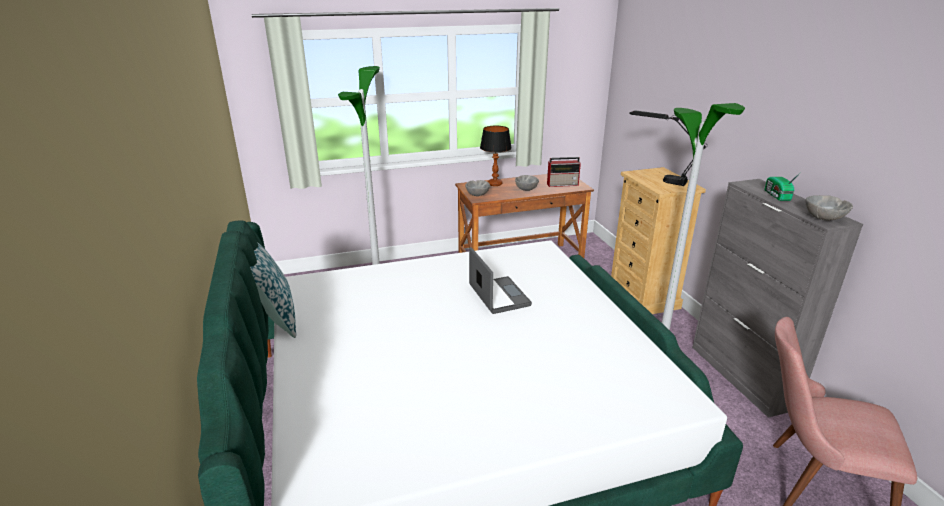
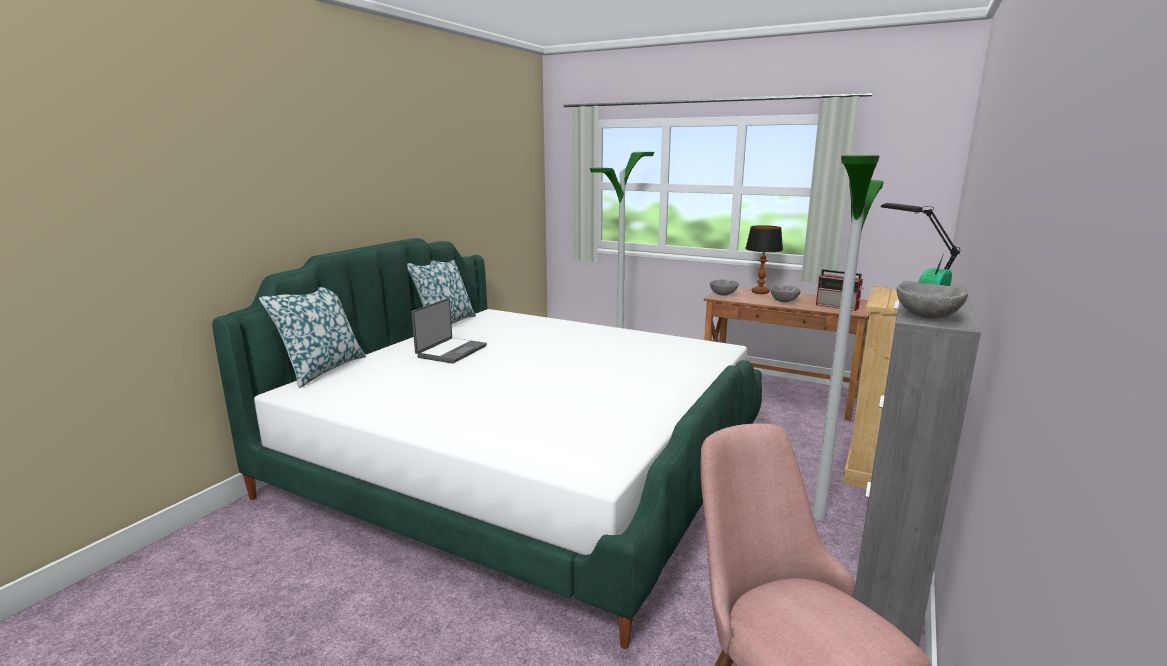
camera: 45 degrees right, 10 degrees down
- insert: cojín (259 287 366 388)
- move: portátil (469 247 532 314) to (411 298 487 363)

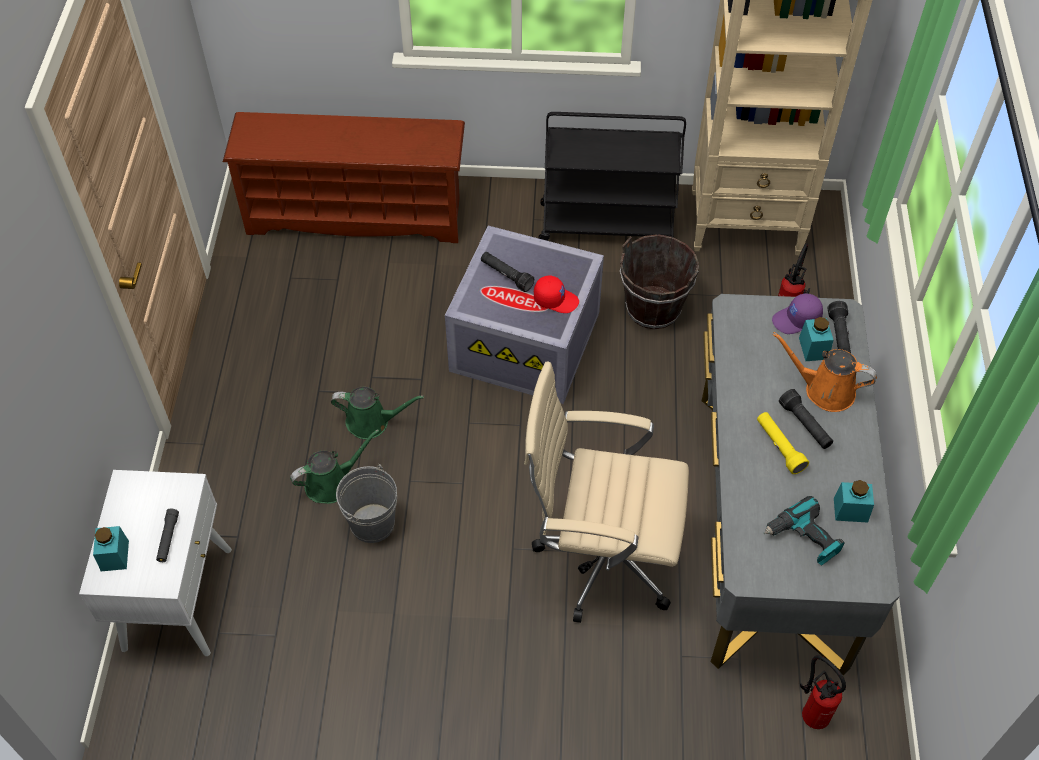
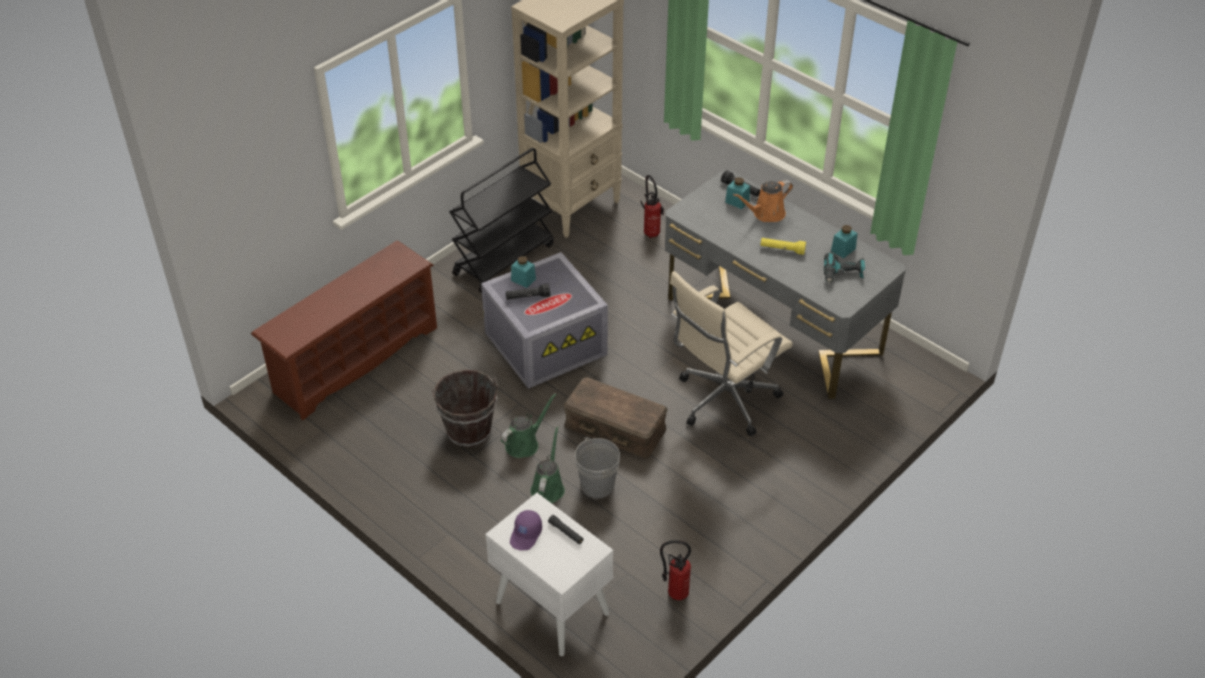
camera: 50 degrees left, 10 degrees down
- move: cubo [marrón] (620 234 699 330) to (432 370 498 447)
- move: gorra [morado] (772 293 823 334) to (510 510 542 550)
- move: tarro [turquesa] (93 526 129 571) to (511 256 536 288)
- insert: caja de almacenaje [marrón] (564 377 668 458)
- move: extintor (800 655 846 729) to (660 540 691 600)
- delete: gorra [rojo] (534 276 579 313)
- delete: linterna [negro] (779 389 833 449)

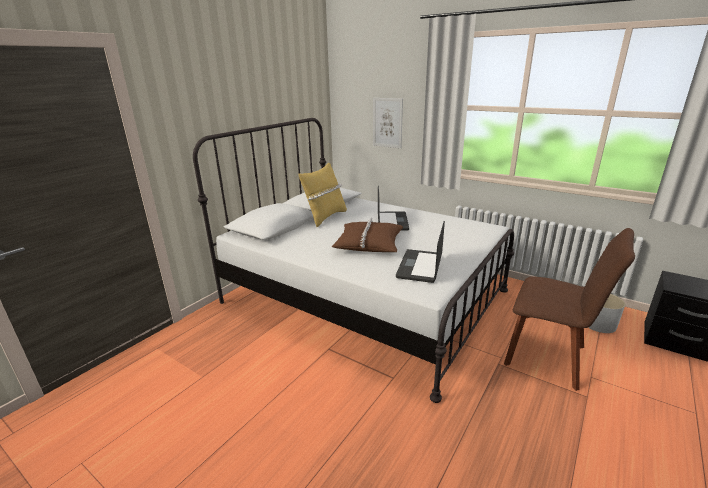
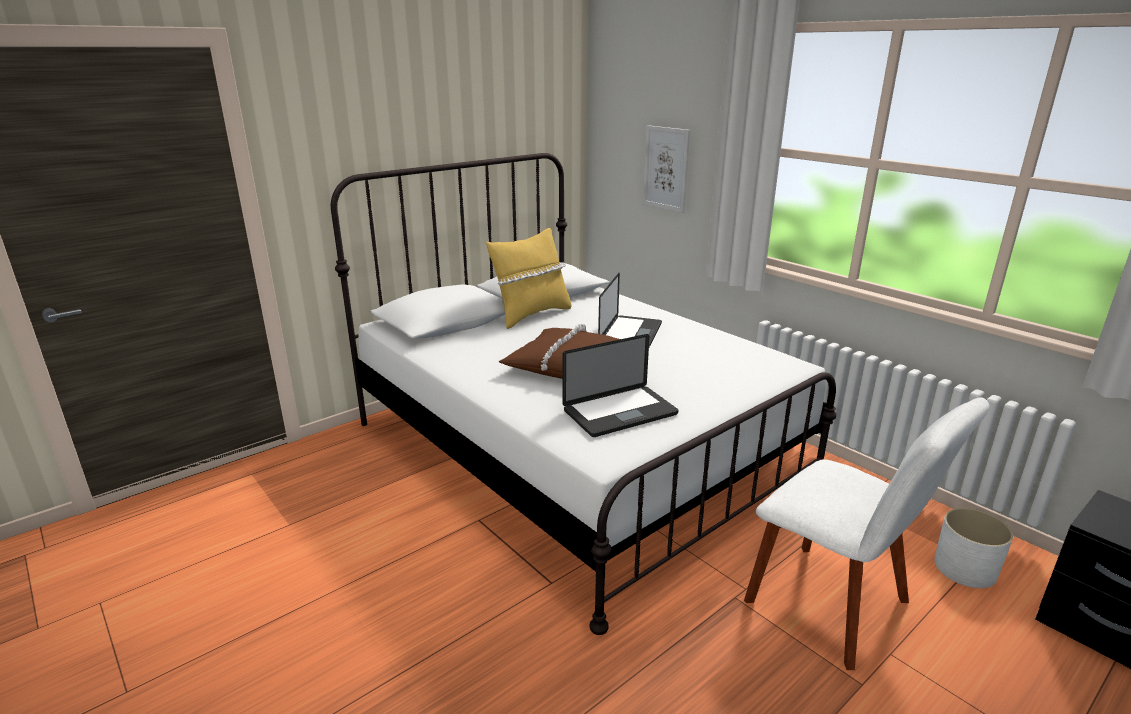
camera: 15 degrees right, 0 degrees up
- rotate: portátil (396 221 445 283) = (562 334 678 437) 150 degrees counterclockwise
- recolor: silla [marrón] (504 228 635 391) to silla [blanco] (744 397 989 670)

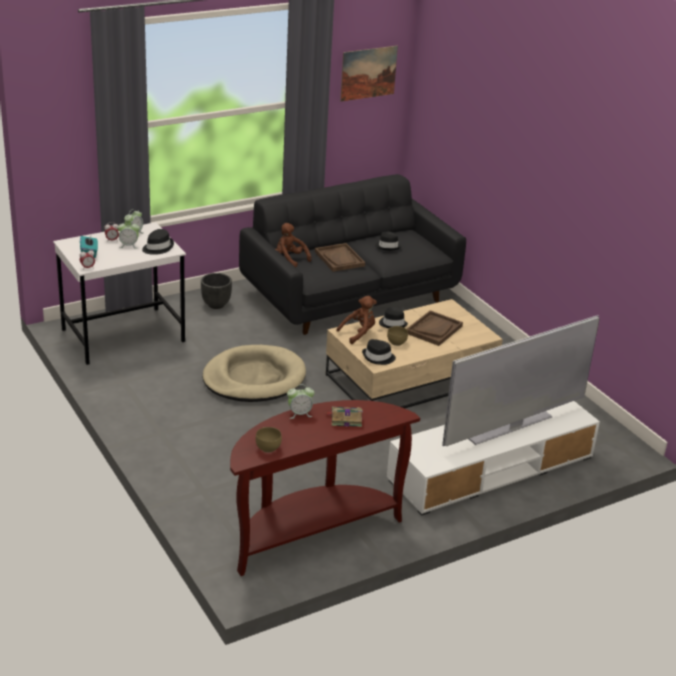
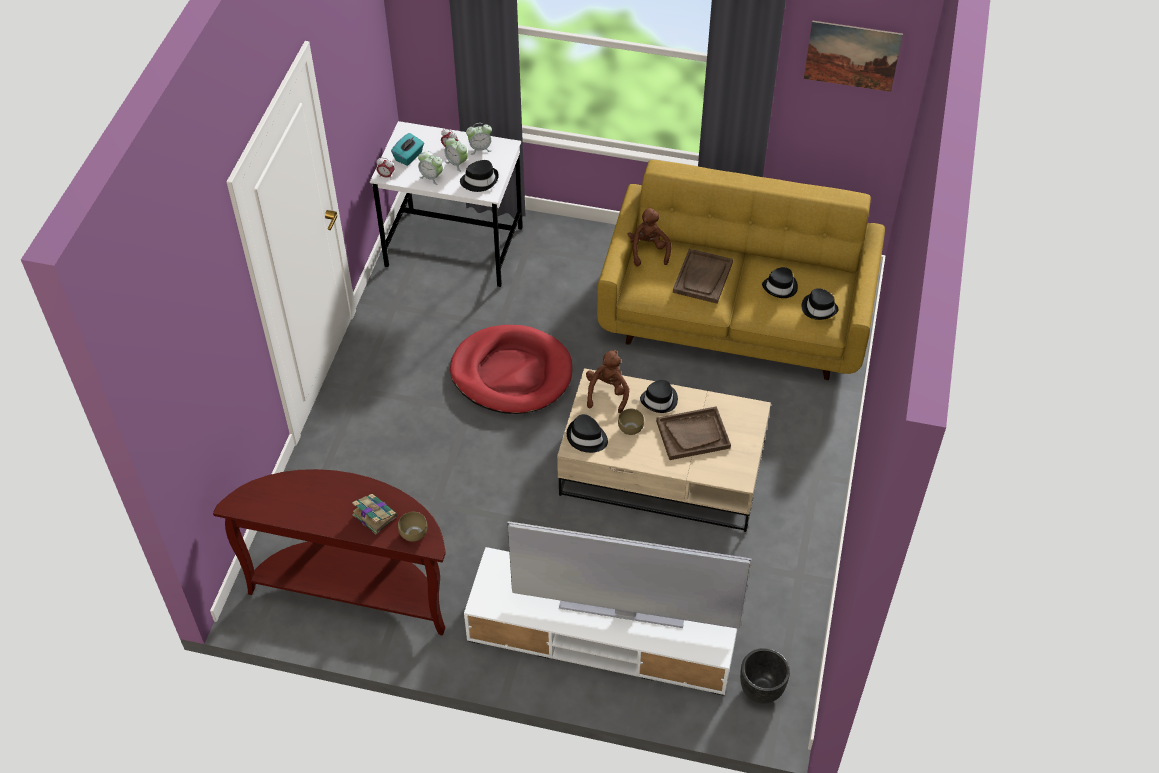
camera: 45 degrees right, 20 degrees up
- move: cuenco [marrón] (256 427 282 453) to (398 512 428 542)
- move: despertador (287 385 314 419) to (418 151 443 185)
- recolor: cama para perro [beis] (203 345 306 402) to cama para perro [rojo] (450 325 572 414)
- rotate: peluche [marrón] (336 296 377 344) = (586 350 629 413) 90 degrees counterclockwise
- recolor: sofá [negro] (239 174 466 335) to sofá [amarillo] (597 160 885 380)
- move: maceta [negro] (201 273 232 309) to (740 648 790 704)
- insert: sombrero [negro] (802 288 838 320)

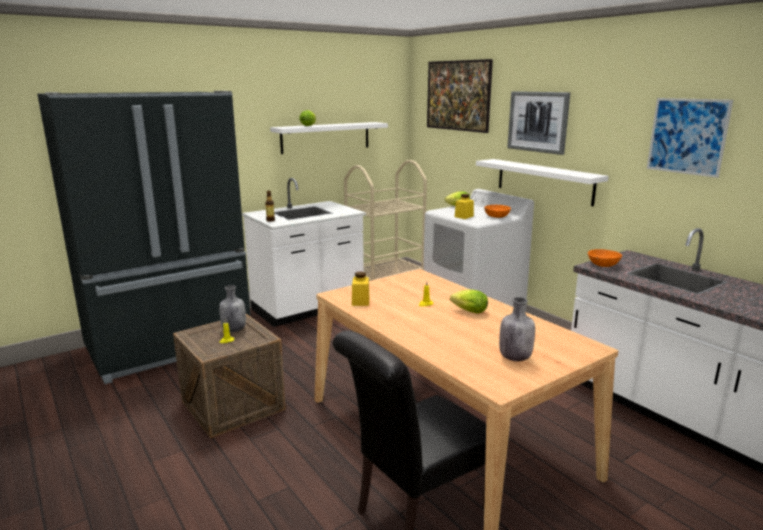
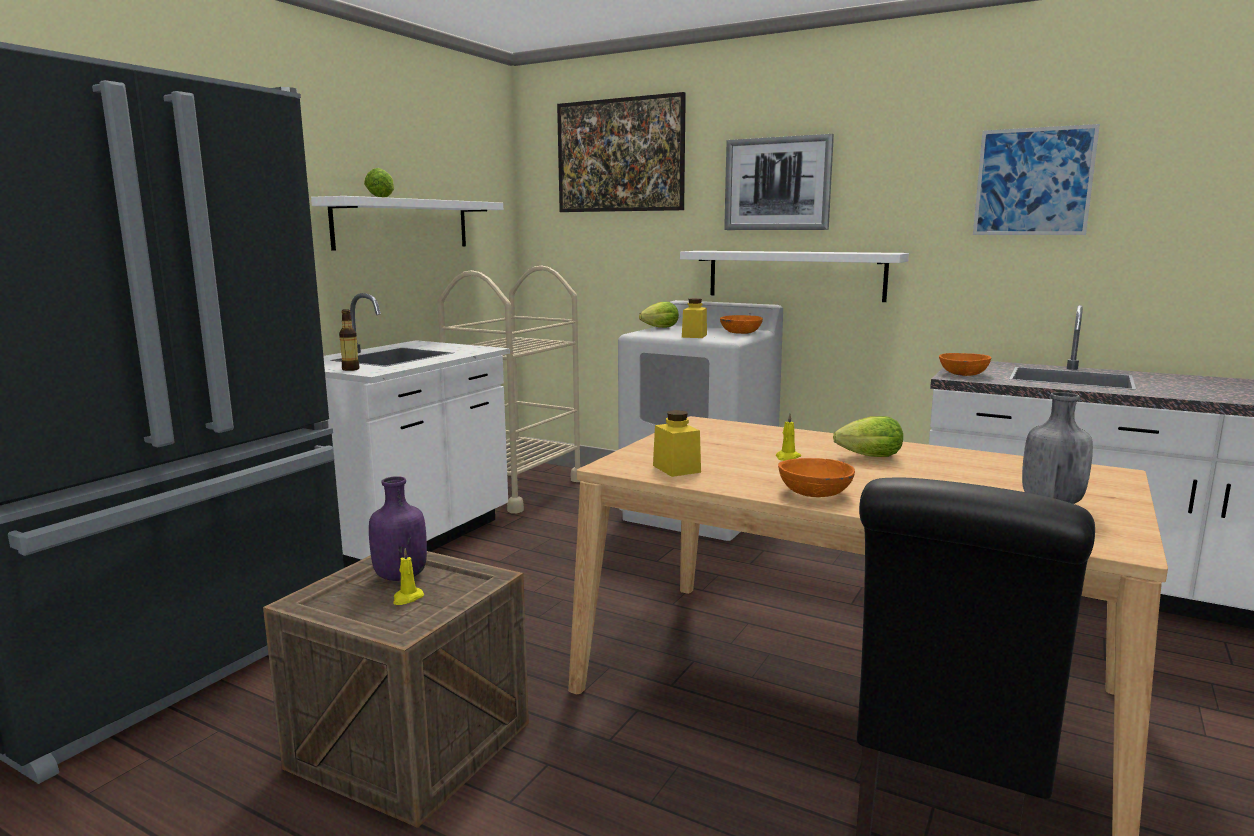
camera: 25 degrees left, 5 degrees down
- recolor: botella [gris] (219 285 246 332) to botella [morado] (369 476 427 581)
- insert: cuenco [naranja] (778 458 855 497)

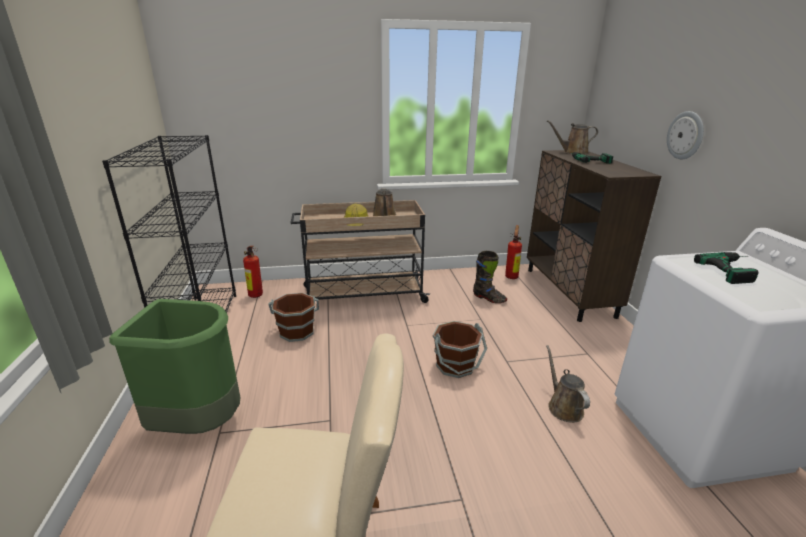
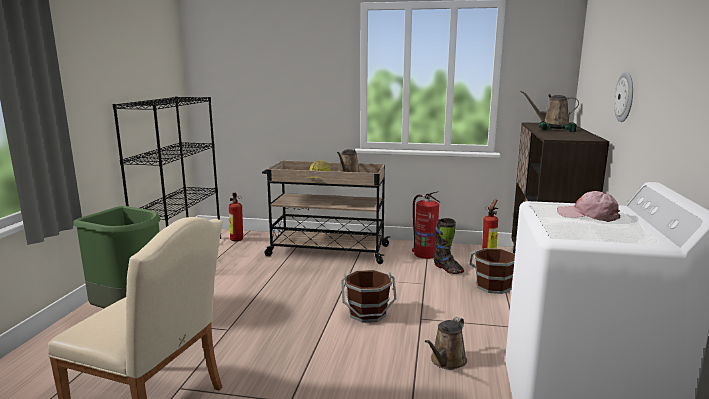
camera: 20 degrees right, 10 degrees down
- insert: extintor (412 191 441 259)
- rotate: regadera [marrón] (546 345 590 423) = (425 317 467 370) 150 degrees counterclockwise
- move: cubo [marrón] (269 293 319 342) to (470 248 515 294)
- replace: taladro (694 252 759 284) to gorra [rosa] (557 191 620 222)

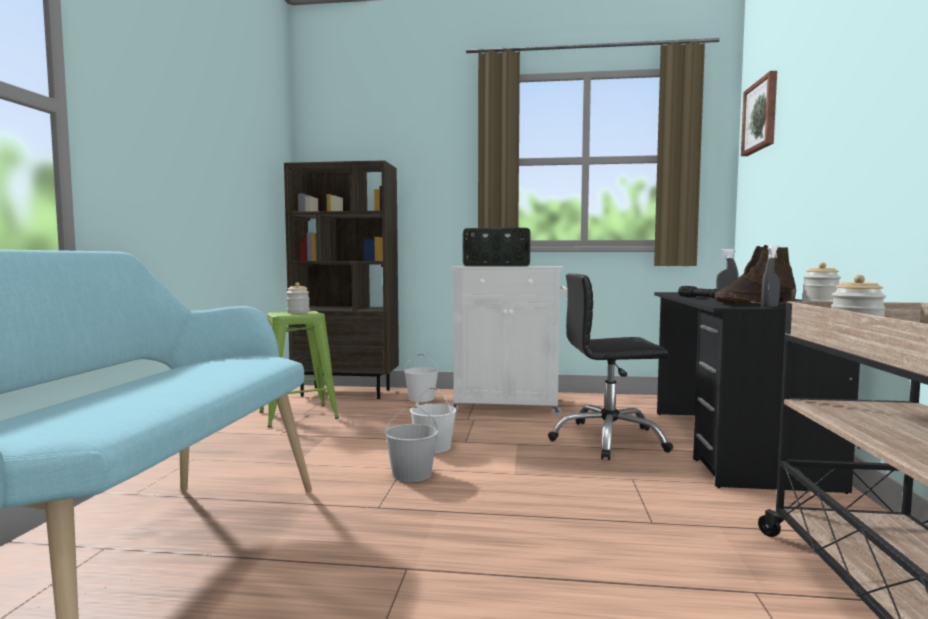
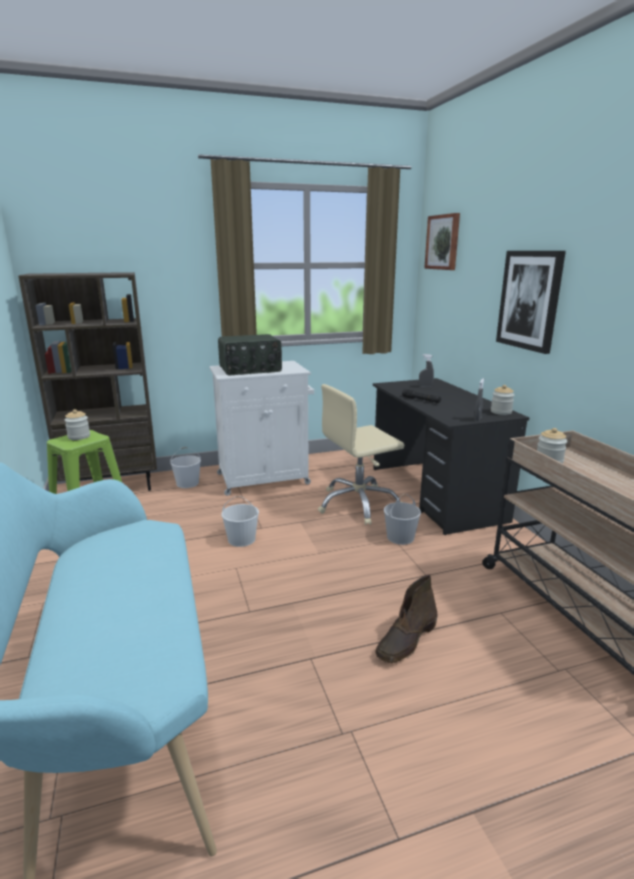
camera: 25 degrees left, 15 degrees up
- recolor: silla de oficina [negro] (548 273 673 460) to silla de oficina [beis] (318 384 404 525)
- move: bota [marrón] (714 245 796 304) to (375 574 438 663)
- move: cubo [blanco] (385 406 438 482) to (384 494 421 545)
- insert: cuadro (496 251 566 354)

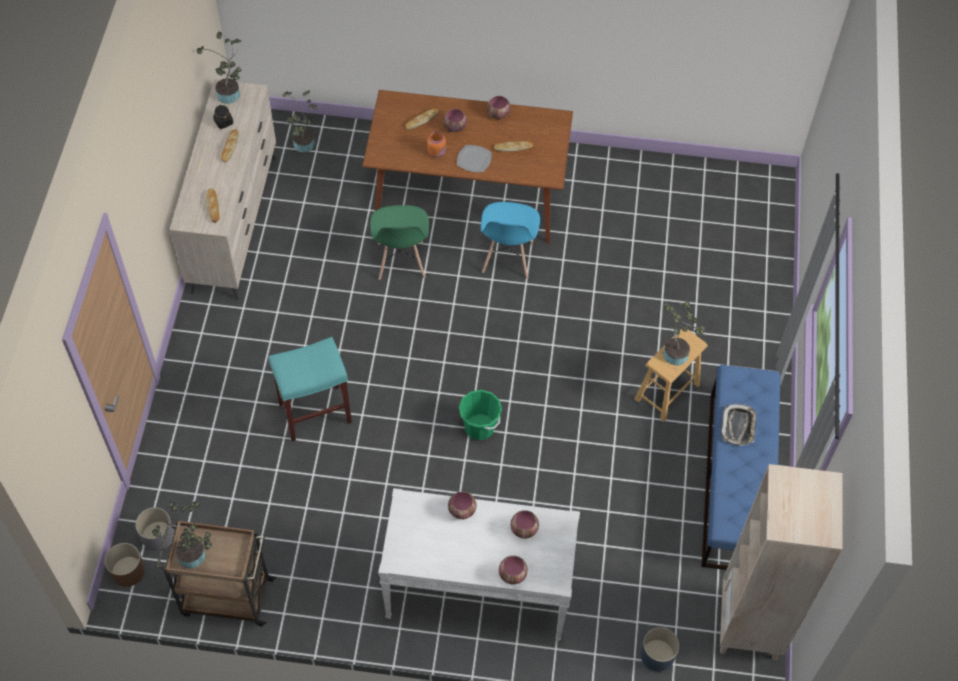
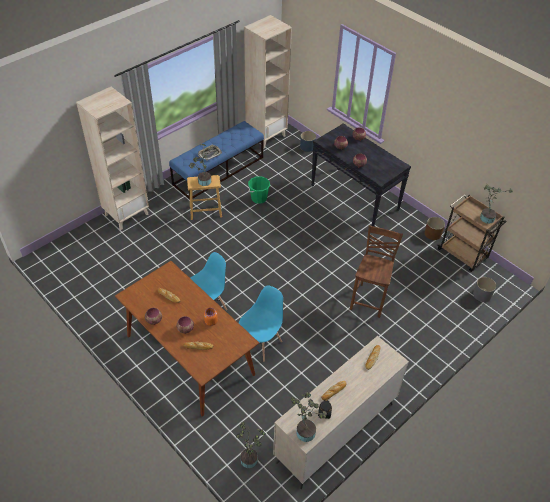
camera: 140 degrees left, 10 degrees down
- insert: estantería [beis] (76 87 149 230)
- recolor: silla [verde] (370 205 429 280) to silla [azul] (239 285 283 362)
- move: cubo [verde] (459 390 502 440) to (248 176 270 204)
- recolor: mesa consola [blanco] (378 488 580 641) to mesa consola [negro] (311 123 411 227)
- replace: taburete [turquesa] (268 337 352 442) to silla [marrón] (350 225 403 318)
- move: maceta [marrón] (105 543 145 587) to (425 217 445 240)
- delete: plato (457 145 492 172)

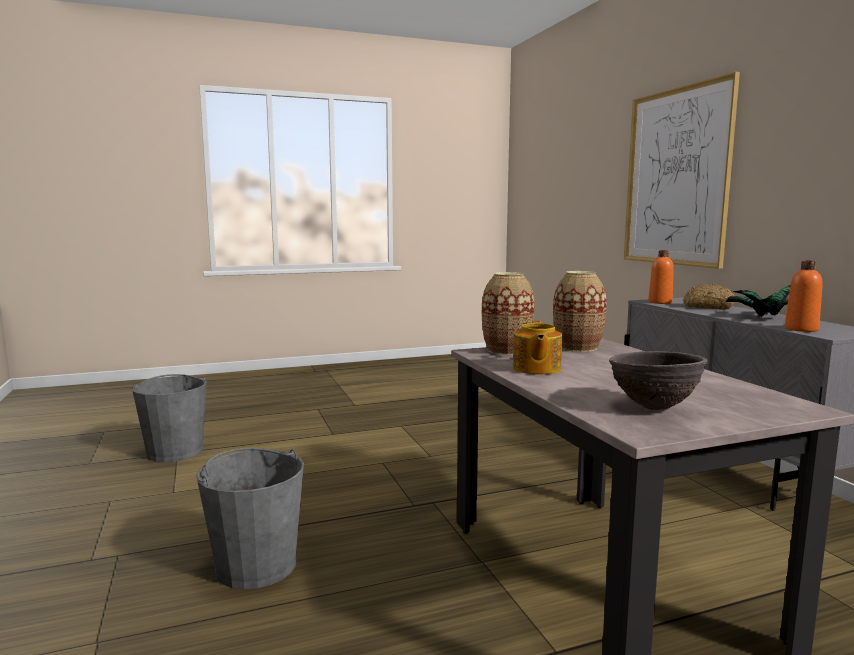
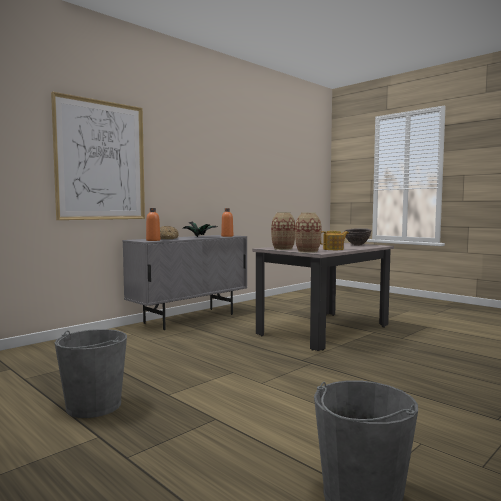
camera: 115 degrees left, 5 degrees down
- move: cubo [gris] (196 448 304 589) to (55 329 127 418)

